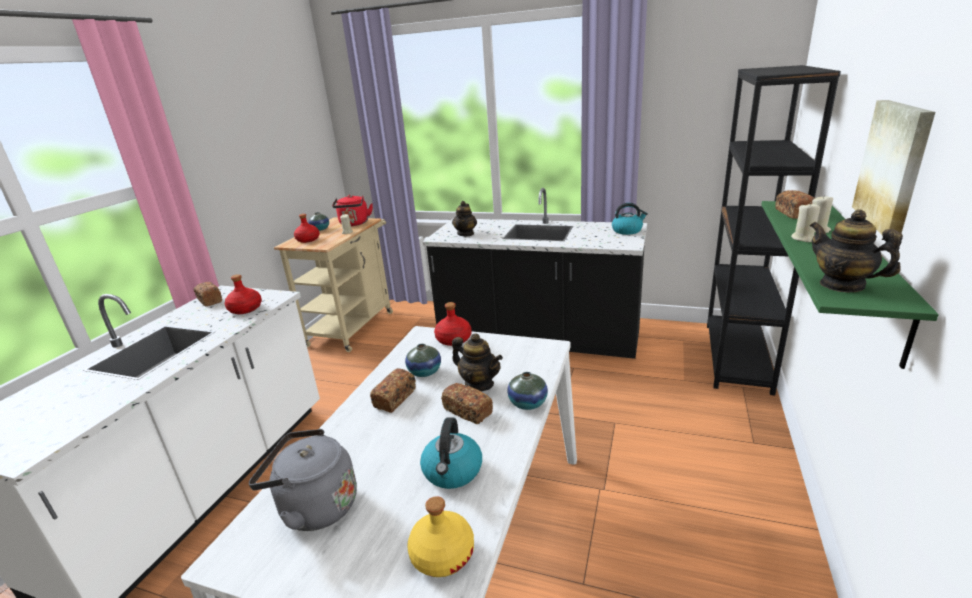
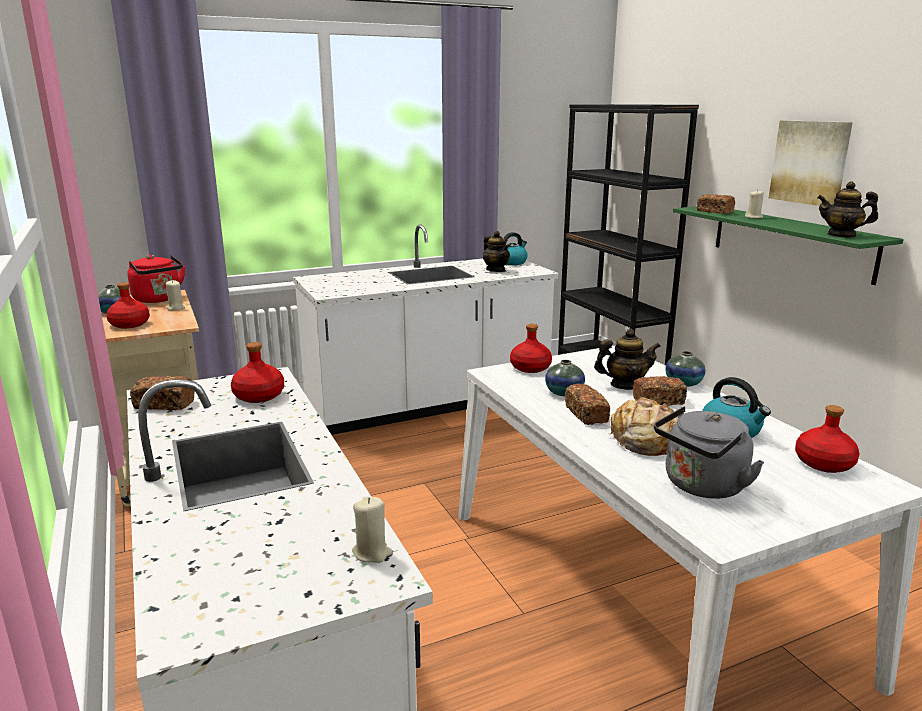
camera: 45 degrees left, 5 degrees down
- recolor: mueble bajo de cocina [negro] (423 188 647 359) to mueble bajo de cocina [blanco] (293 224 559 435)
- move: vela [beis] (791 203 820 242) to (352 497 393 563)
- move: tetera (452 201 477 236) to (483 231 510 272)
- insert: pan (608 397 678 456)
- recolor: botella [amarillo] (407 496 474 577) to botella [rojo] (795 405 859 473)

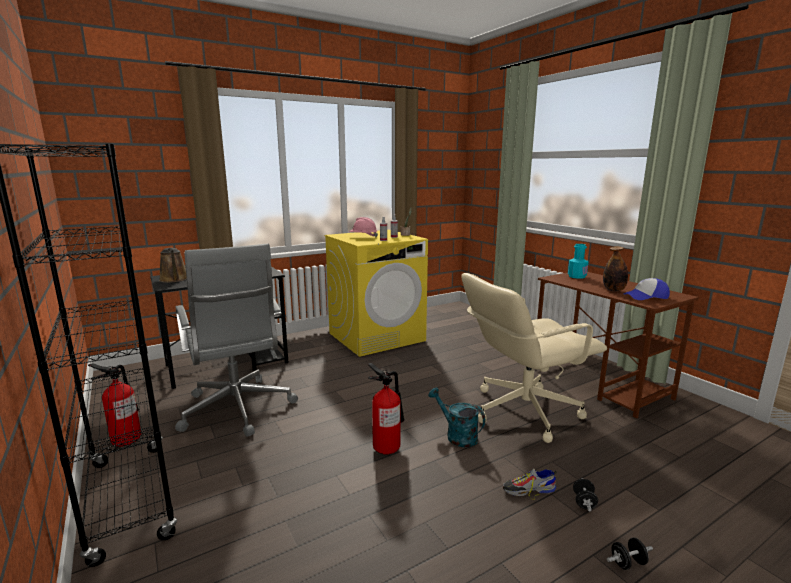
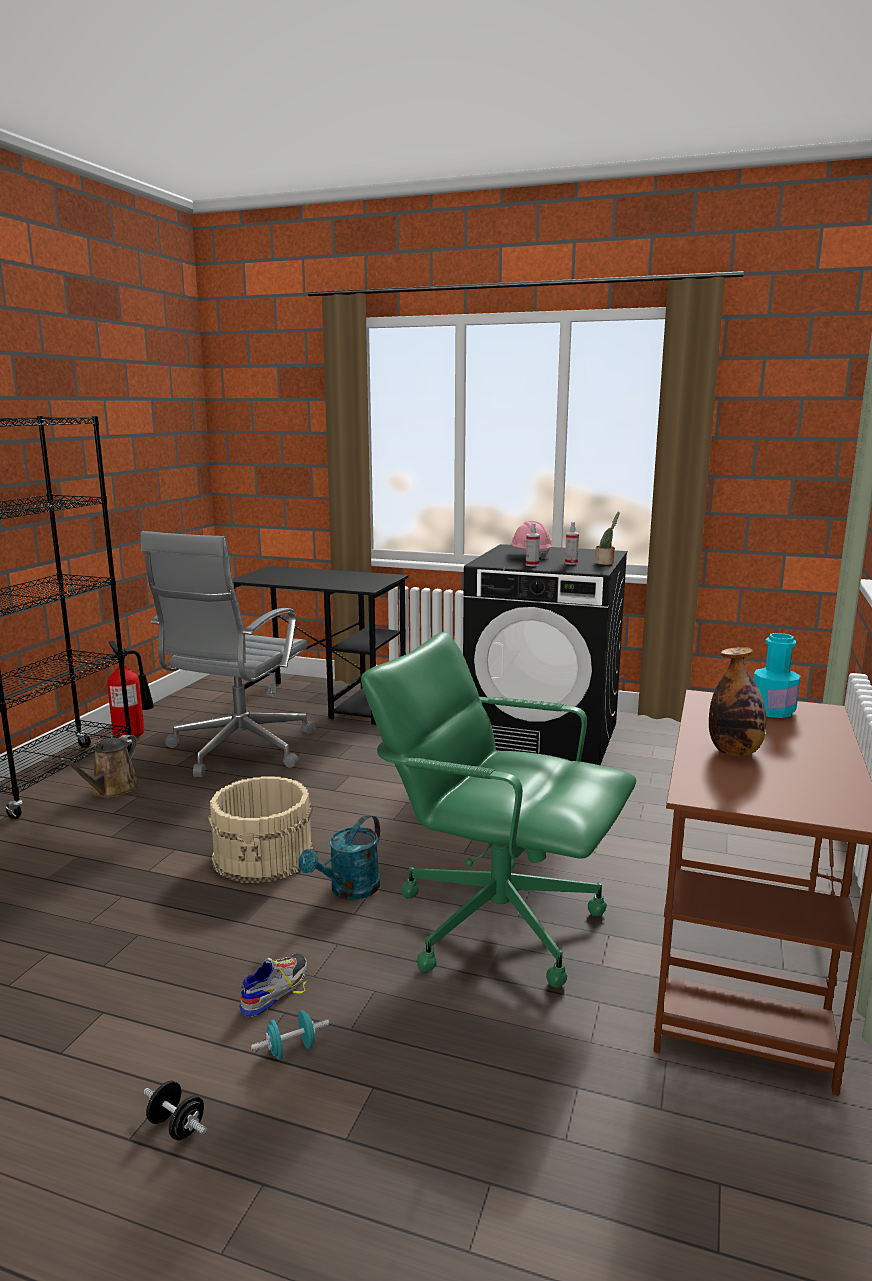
camera: 50 degrees right, 0 degrees up
- move: regadera [marrón] (159 248 187 283) to (59 735 140 798)
- replace: extintor (368 363 404 454) to cubo [beis] (208 776 314 883)
- rotate: zapato (503 469 557 500) = (239 953 309 1017) 75 degrees clockwise
- recolor: mancuerna [negro] (573 478 598 511) to mancuerna [turquesa] (251 1010 329 1059)
- rotate: regadera [turquesa] (428 387 485 447) = (298 814 380 900) 150 degrees counterclockwise
- recolor: silla de oficina [beis] (462 273 607 443) to silla de oficina [verde] (361 632 636 988)
- recolor: lavadora [amarillo] (324 230 428 357) to lavadora [negro] (463 544 627 765)
- delete: gorra (624 278 670 300)

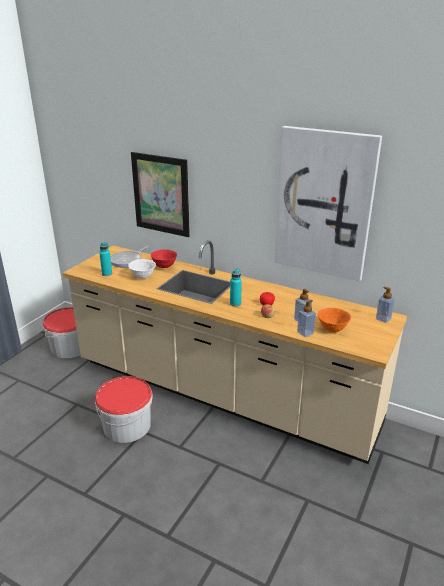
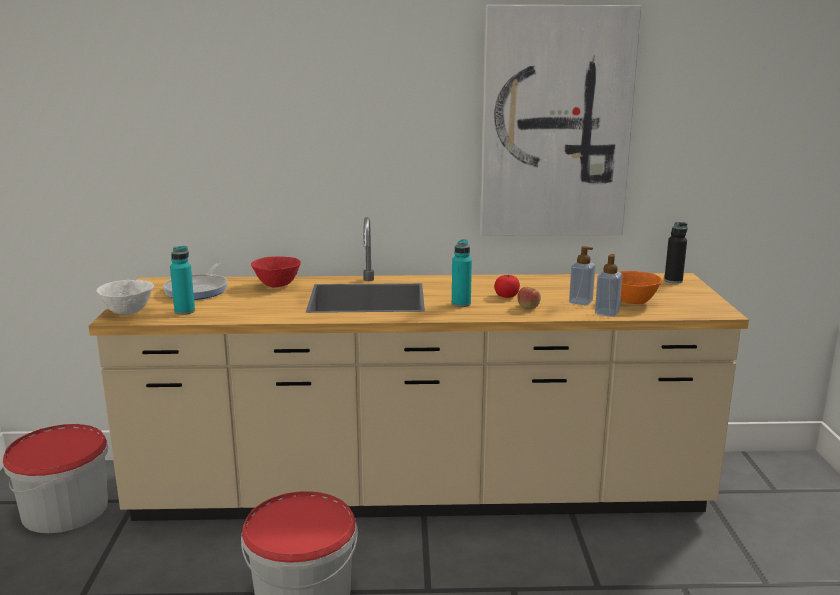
camera: 30 degrees left, 10 degrees down
- move: cuenco [blanco] (128 259 156 279) to (96 280 154 315)
- replace: dispensador de jabón (376 287 395 323) to botella [negro] (664 222 688 284)
- delete: cuadro (131 152 190 237)

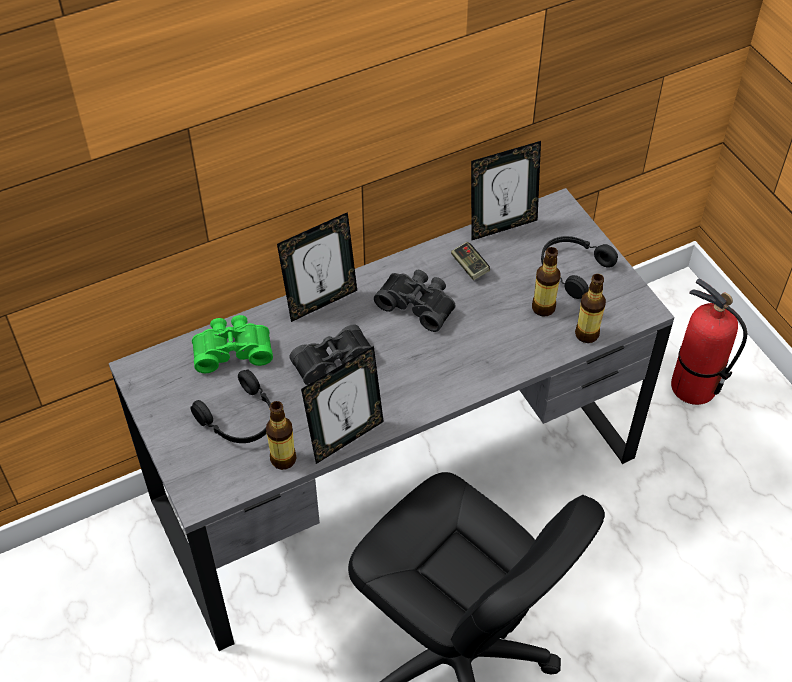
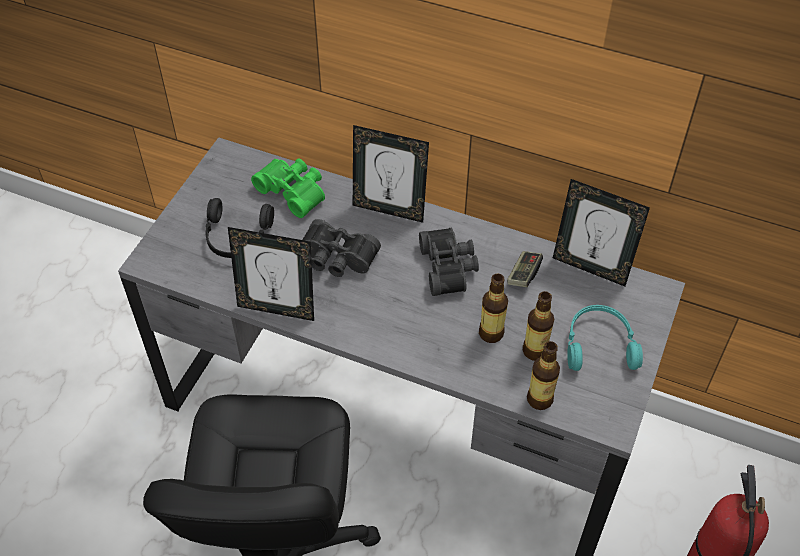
camera: 50 degrees right, 0 degrees up
- move: botella (266 401 297 470) to (479 273 508 343)
- recolor: auriculares [negro] (541 236 618 299) to auriculares [turquesa] (567 305 643 371)

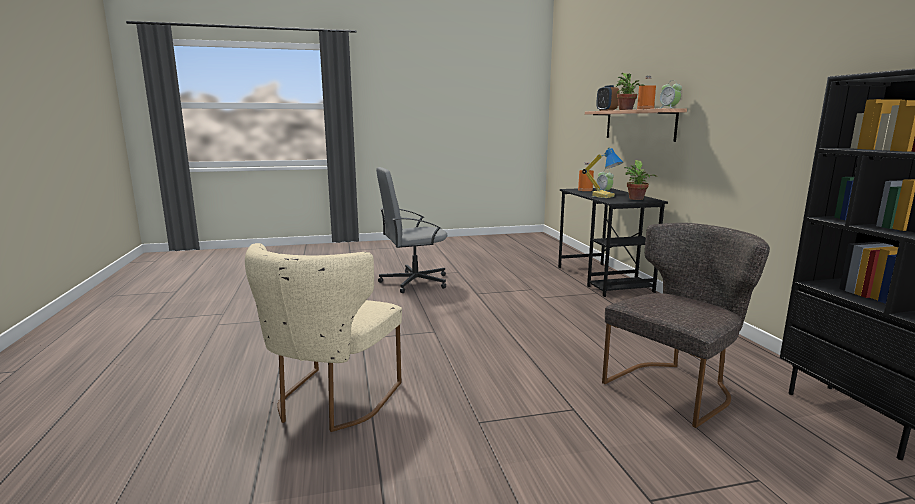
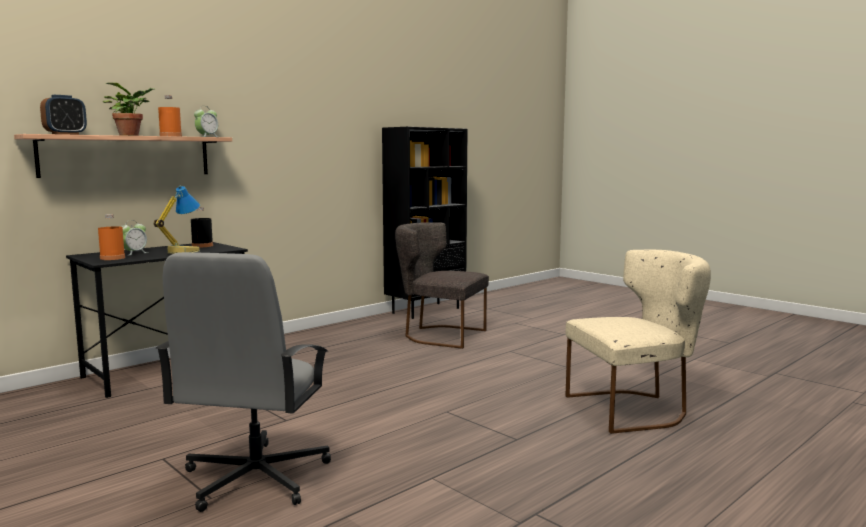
camera: 120 degrees left, 5 degrees down
- rotate: silla de oficina [gris] (376 167 447 293) = (156 252 331 512) 60 degrees clockwise
- replace: planta en maceta (624 160 658 200) to botella [negro] (191 207 213 247)

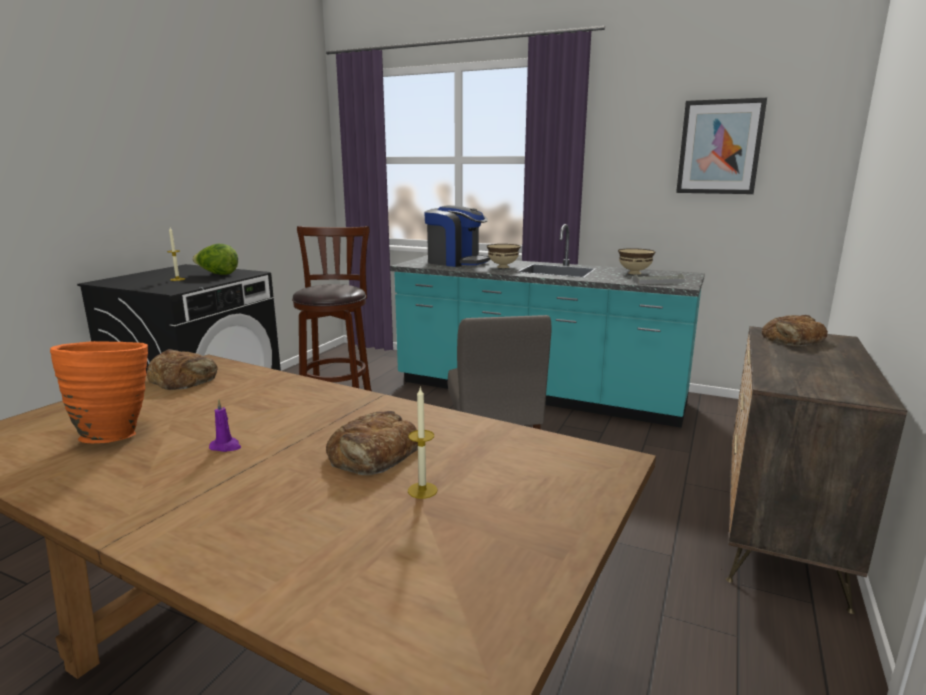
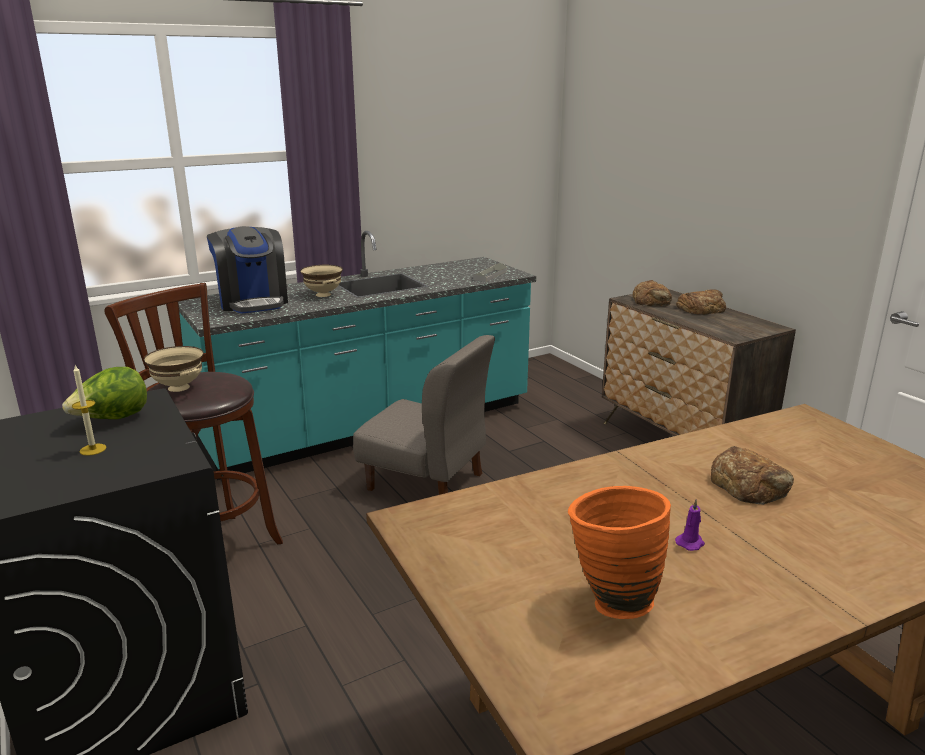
camera: 55 degrees left, 5 degrees up
- move: cuenco [beis] (618 248 656 275) to (144 346 203 392)
- rotate: cafetera (424 205 491 267) = (207 226 288 313) 90 degrees clockwise
- move: pan (147 349 217 390) to (676 289 726 315)
- delete: vela (408 388 437 499)
- delete: cuadro (676 98 767 194)

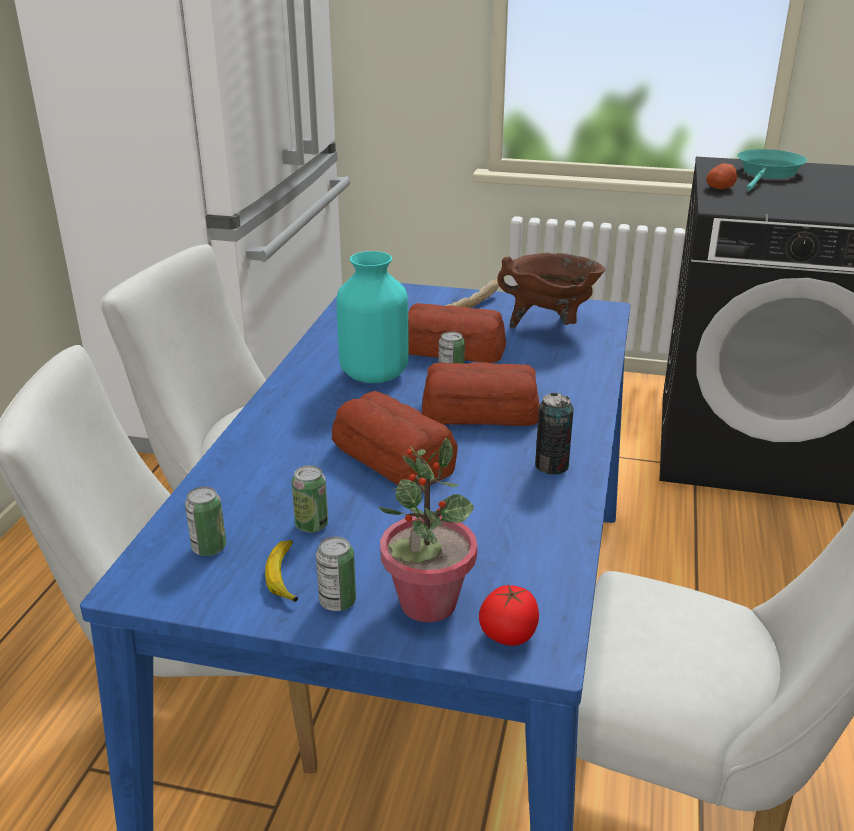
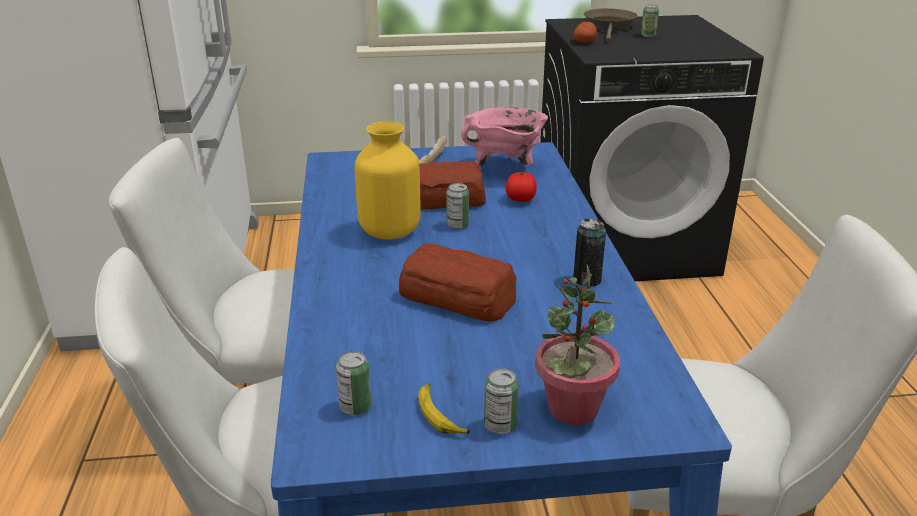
camera: 20 degrees left, 0 degrees up
- recolor: florero [turquesa] (337 251 408 383) to florero [amarillo] (354 122 420 240)
- recolor: olla [marrón] (497 253 605 328) to olla [rosa] (461 107 548 171)
- move: tomate (479 584 539 646) to (506 171 537 202)
- recolor: sartén [turquesa] (737 149 807 191) to sartén [marrón] (584 8 638 42)
- move: lata (292 465 328 533) to (641 5 659 37)
- delete: pan (422 362 540 426)

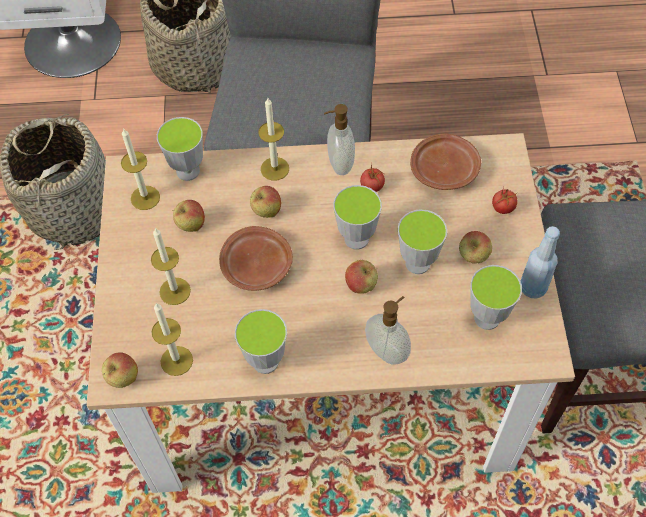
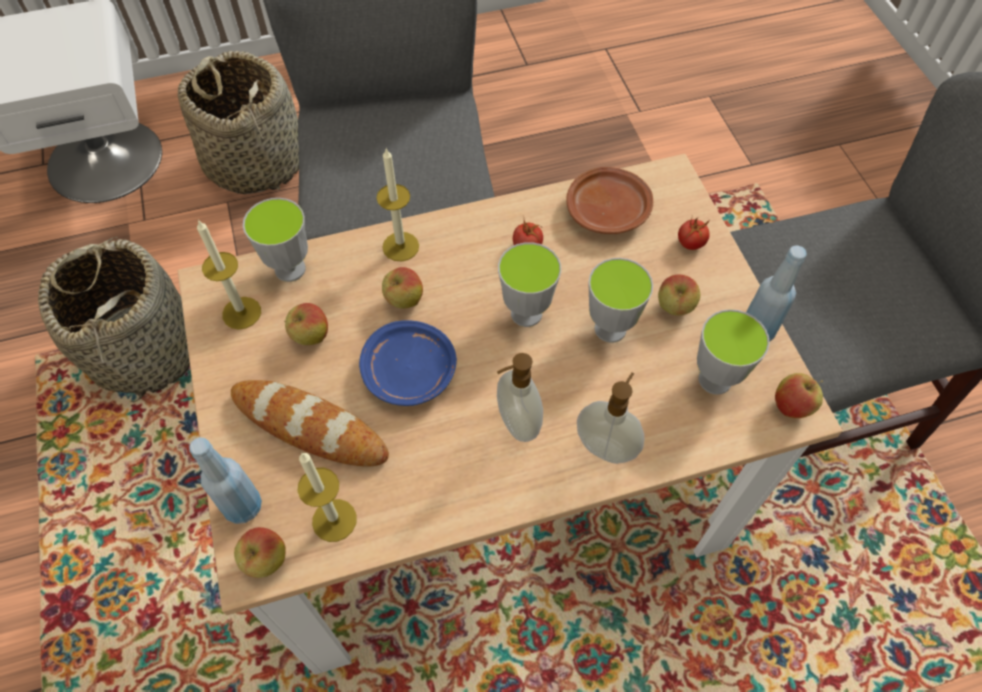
camera: 15 degrees left, 0 degrees up
- insert: botella [azul] (189 437 262 524)
- replace: vela (151 228 191 305) to pan (231 380 389 467)
- recolor: plato [marrón] (219 226 293 291) to plato [azul] (359 320 457 406)
- move: dispensador de jabón (324 104 355 175) to (497 353 543 442)
- move: manzana (345 260 378 294) to (775 373 823 418)
- delete: taza (235 309 287 374)

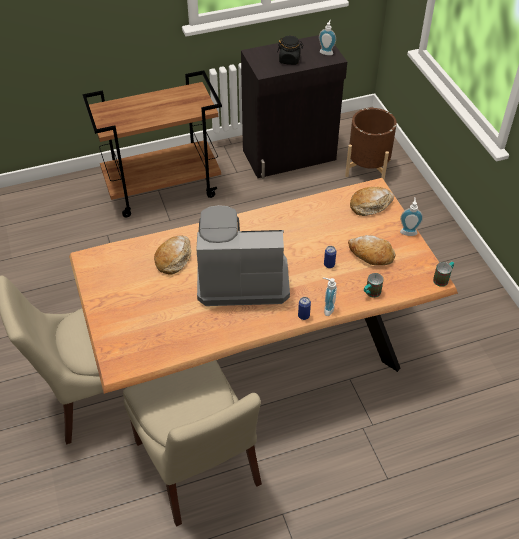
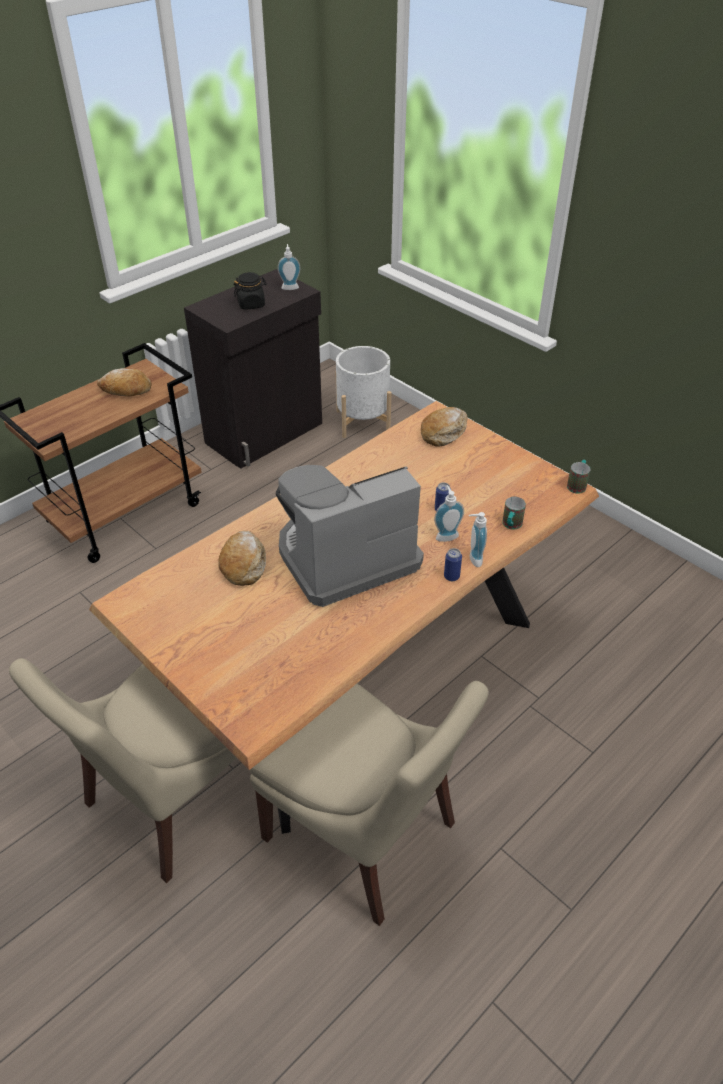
camera: 25 degrees left, 5 degrees down
- move: pan (348 235 395 265) to (97 368 151 396)
- recolor: maceta [marrón] (345 108 397 180) to maceta [blanco] (335 346 391 438)
- move: dispensador de jabón (400 197 423 236) to (434 485 464 542)

